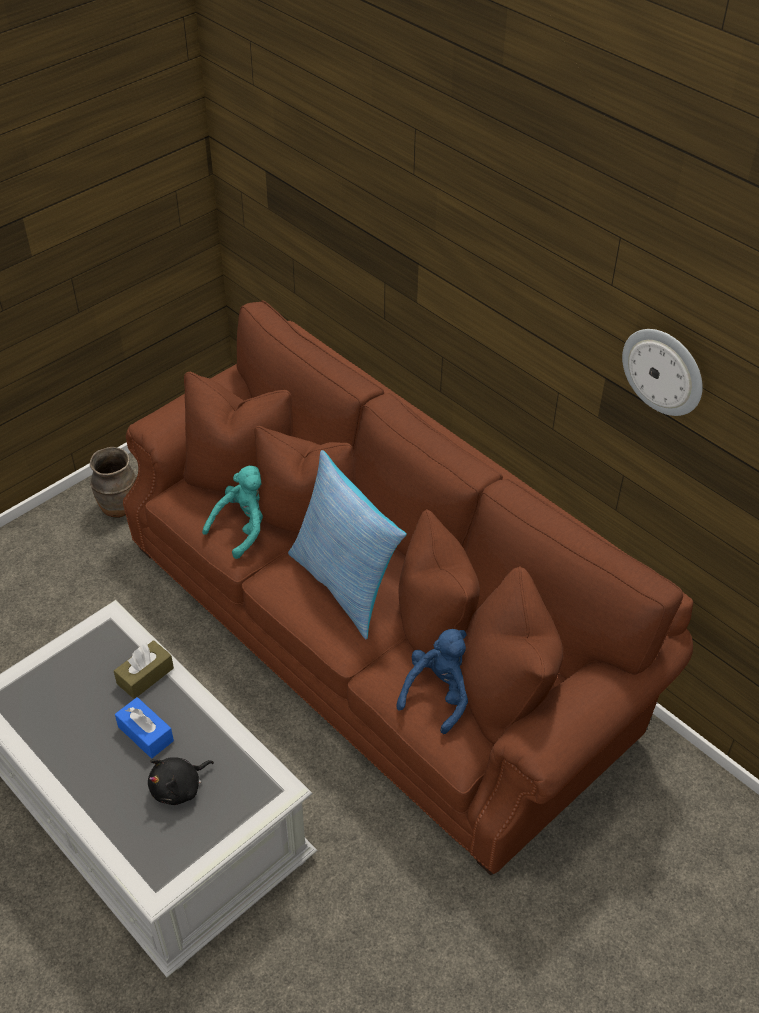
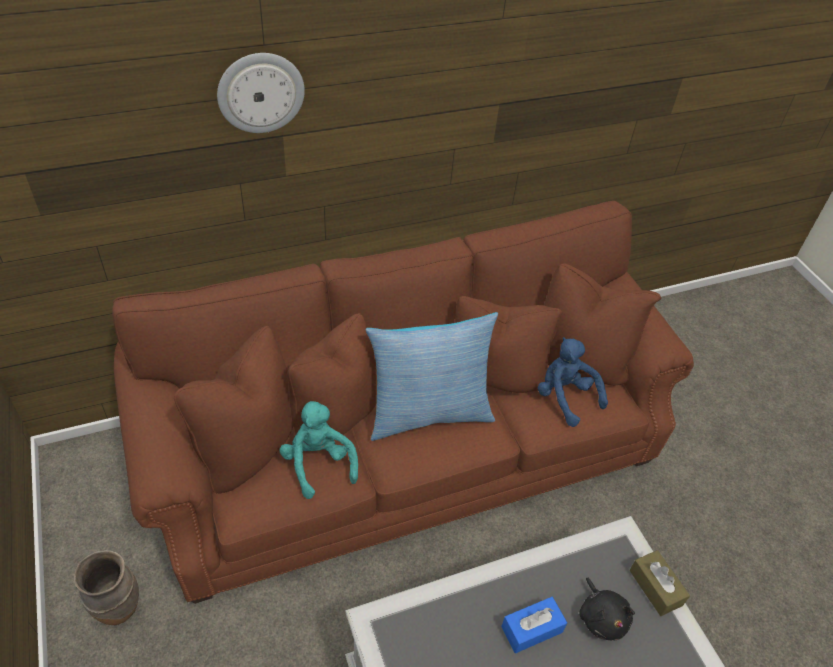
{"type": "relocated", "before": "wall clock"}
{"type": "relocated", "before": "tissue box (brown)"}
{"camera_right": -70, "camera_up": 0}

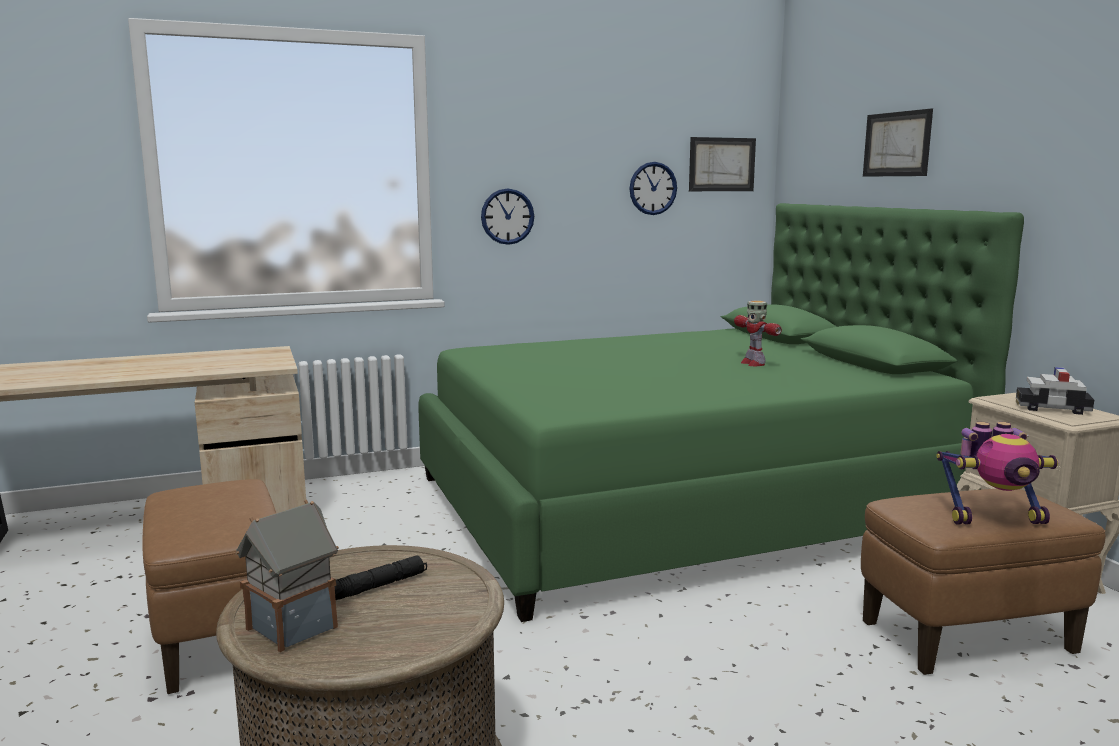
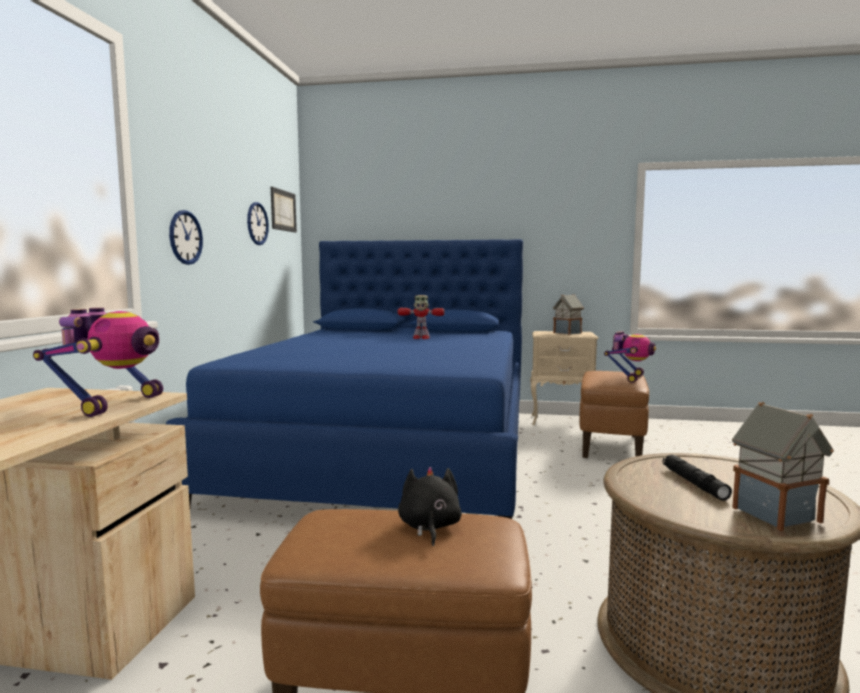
{"type": "missing", "before": "picture (no. 2 from left)"}
{"type": "colour", "before": "bed (green)", "after": "bed (blue)"}
{"type": "exchanged", "before": "toy car", "after": "toy house (no. 1 from left)"}
{"type": "appeared", "after": "toy robot (no. 1 from left)"}
{"type": "appeared", "after": "plush toy (black)"}
{"camera_right": -60, "camera_up": -5}

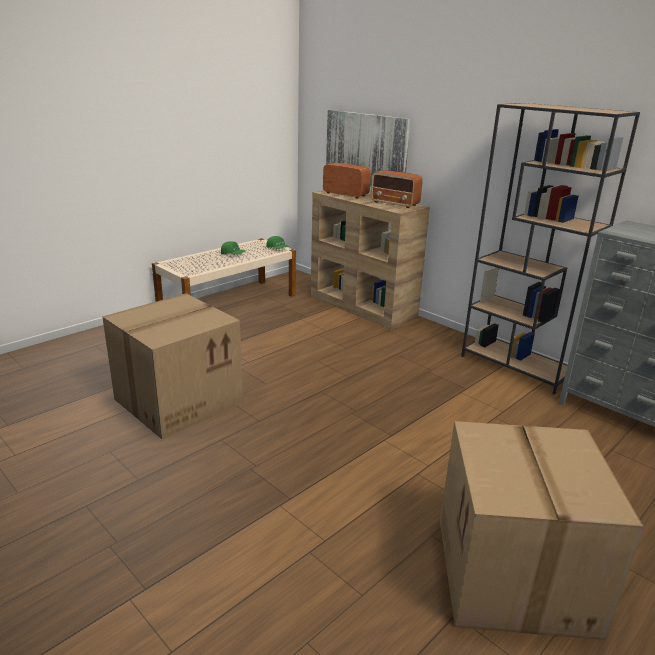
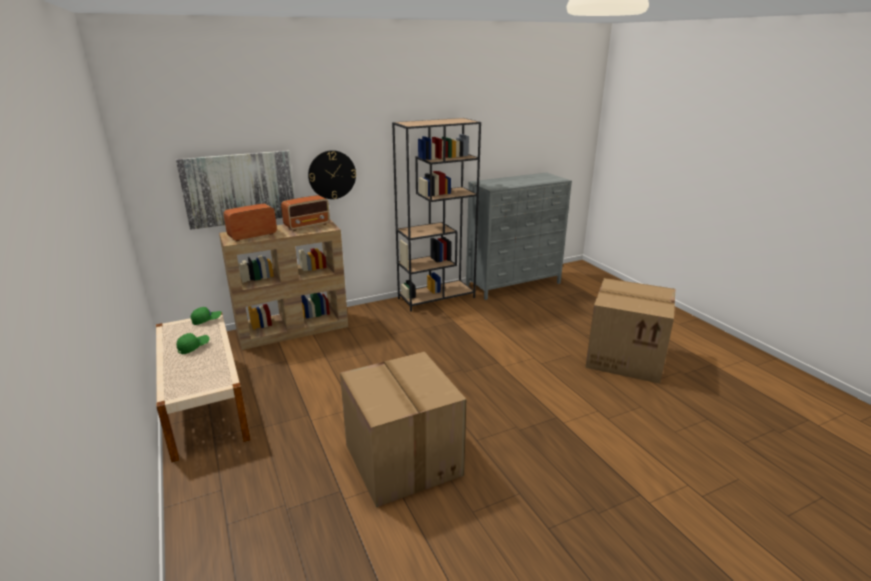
{"type": "appeared", "after": "wall clock"}
{"camera_right": -70, "camera_up": 0}

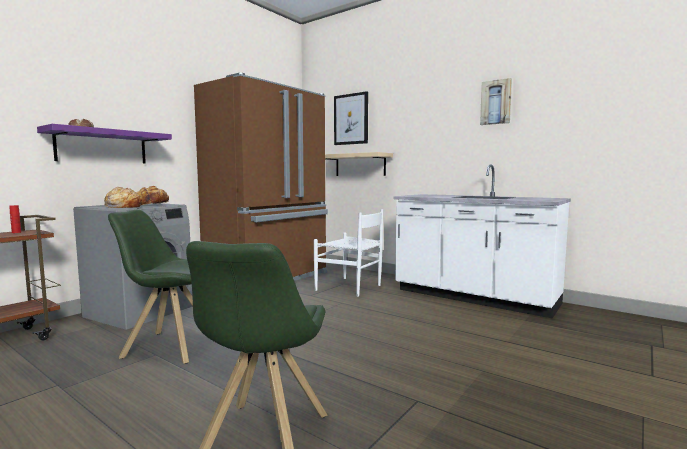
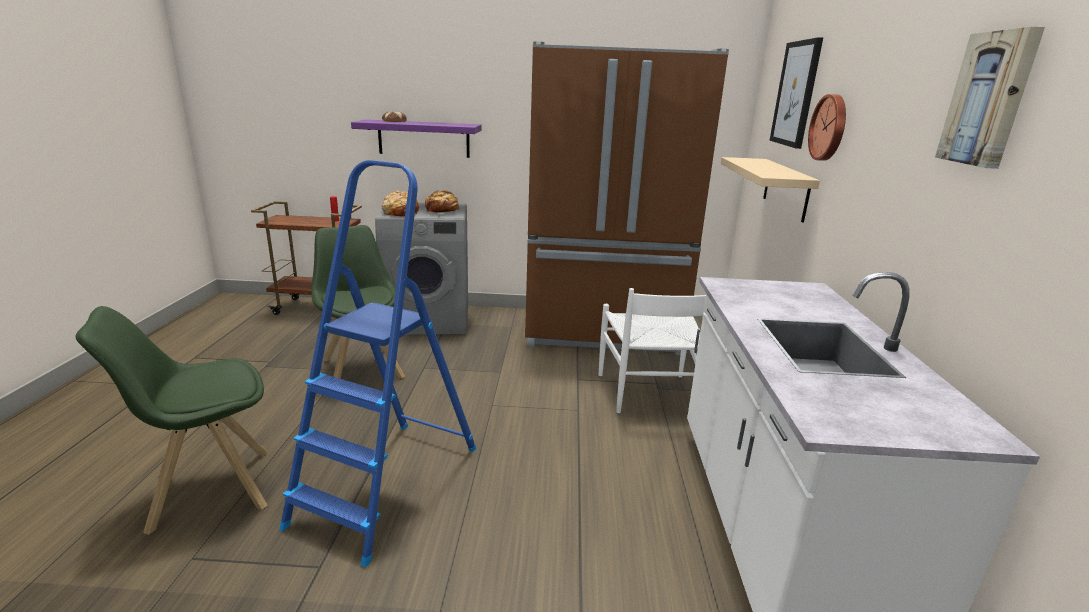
{"type": "appeared", "after": "wall clock"}
{"type": "appeared", "after": "step ladder (blue)"}
{"camera_right": 55, "camera_up": 15}

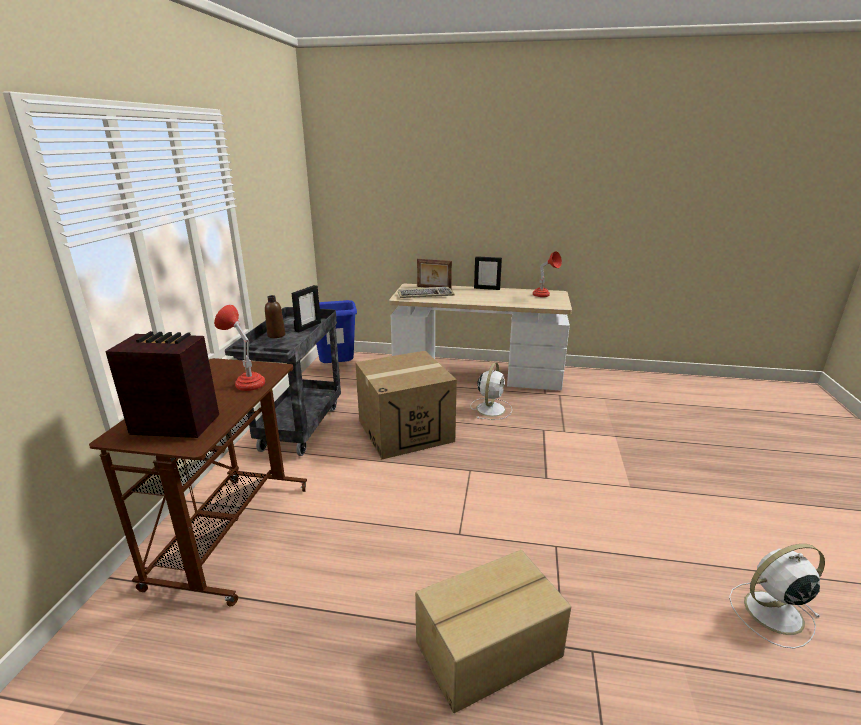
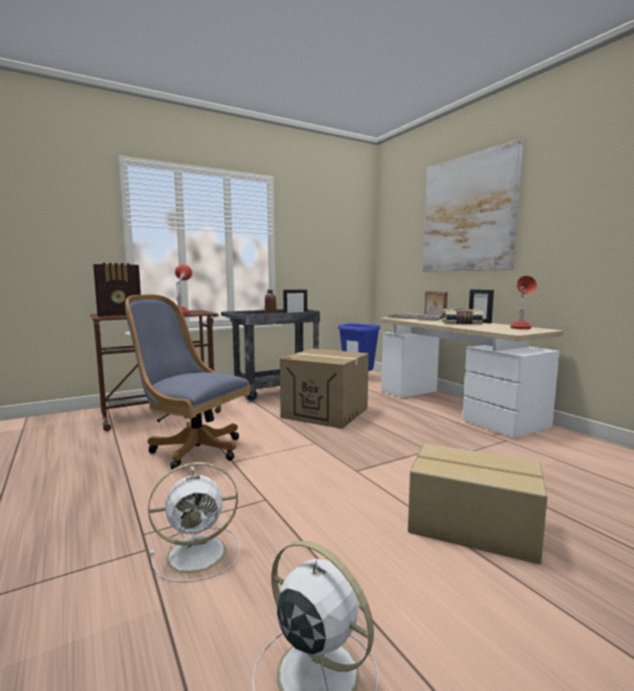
{"type": "spun", "before": "radio", "turn": 105}
{"type": "relocated", "before": "fan (white) (no. 1 from left)"}
{"type": "relocated", "before": "cardboard box (no. 2 from left)"}
{"type": "appeared", "after": "picture"}
{"type": "appeared", "after": "office chair (blue)"}
{"type": "appeared", "after": "book"}
{"camera_right": 50, "camera_up": -15}

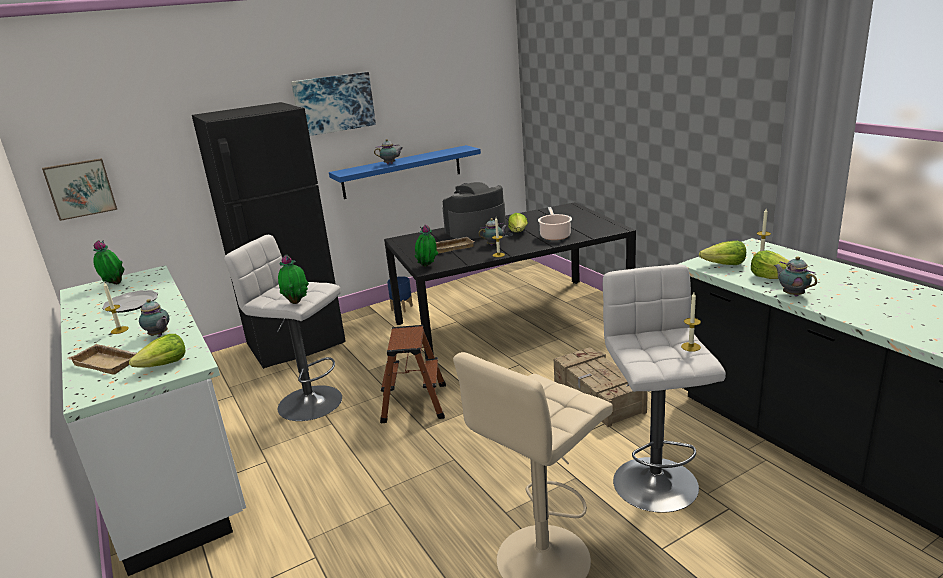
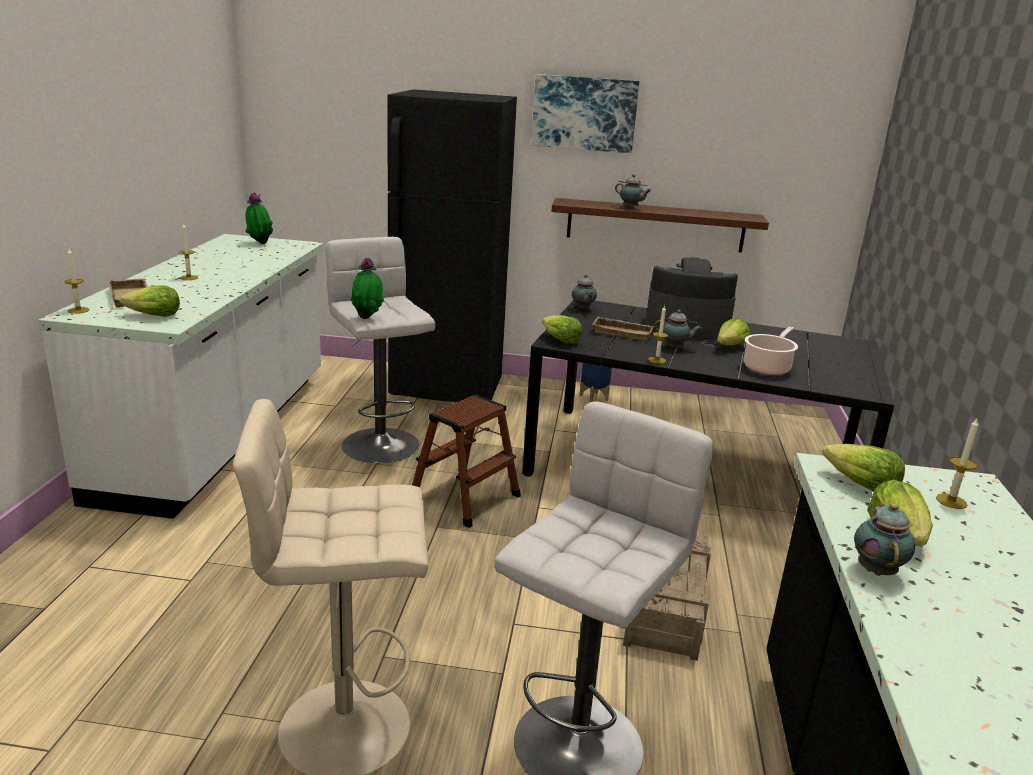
{"type": "colour", "before": "shelf (blue)", "after": "shelf (brown)"}
{"type": "missing", "before": "picture (no. 1 from left)"}
{"type": "exchanged", "before": "potted plant (no. 3 from left)", "after": "lettuce (no. 2 from left)"}
{"type": "missing", "before": "plate"}
{"type": "relocated", "before": "candle (no. 3 from left in the first image)", "after": "candle (no. 1 from left)"}
{"type": "relocated", "before": "teapot (no. 1 from left)"}
{"camera_right": 35, "camera_up": 0}

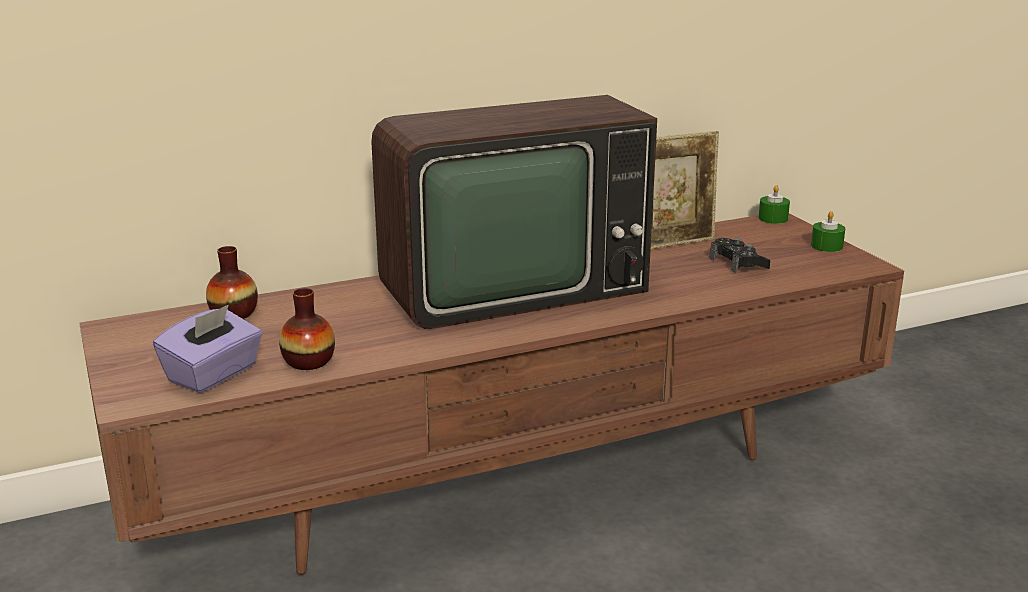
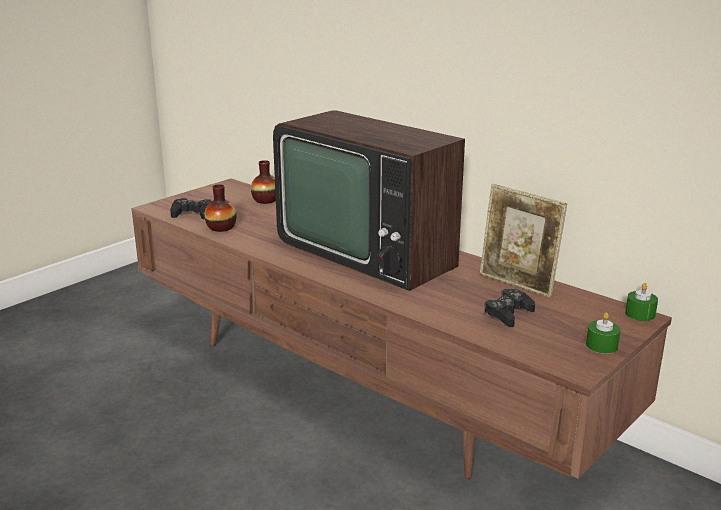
{"type": "exchanged", "before": "tissue box (purple)", "after": "game controller (black) (no. 1 from left)"}
{"camera_right": 65, "camera_up": 0}

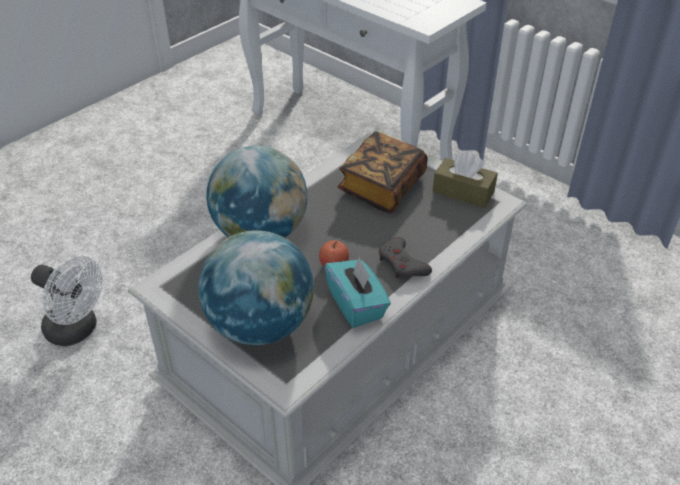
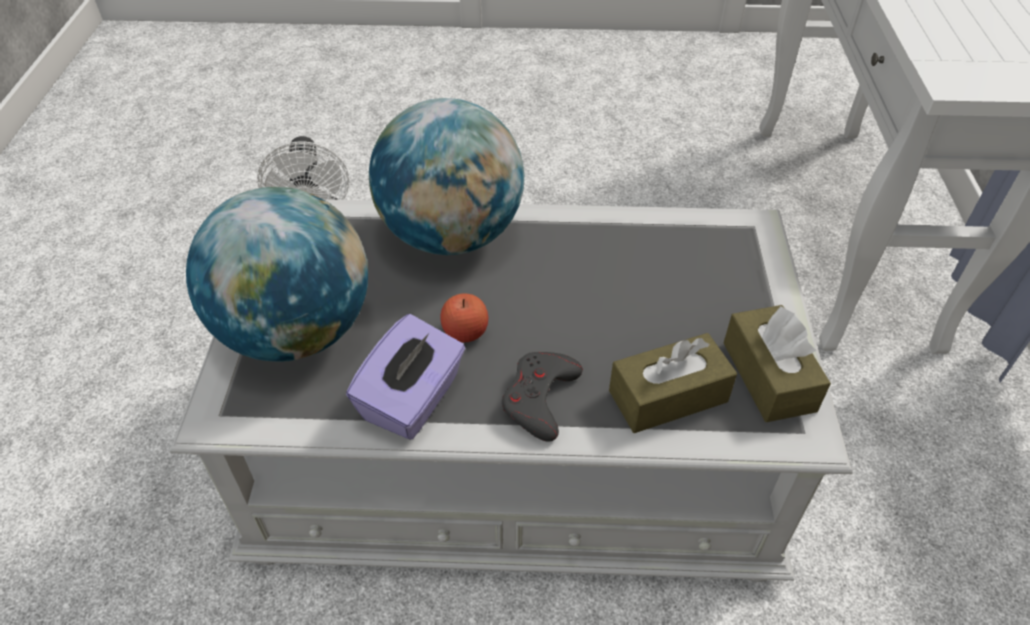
{"type": "missing", "before": "book"}
{"type": "colour", "before": "tissue box (turquoise)", "after": "tissue box (purple)"}
{"type": "appeared", "after": "tissue box (brown) (no. 1 from left)"}
{"camera_right": 50, "camera_up": 5}

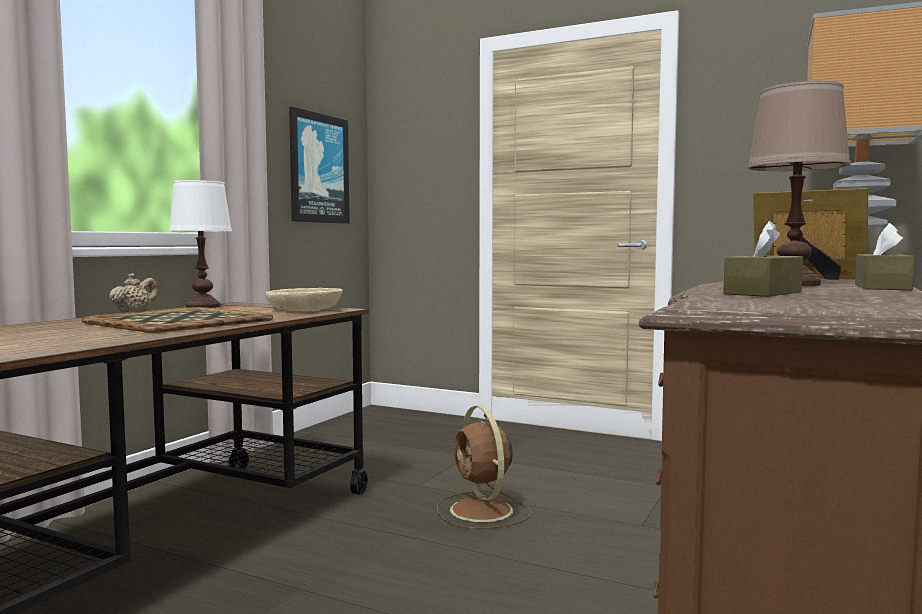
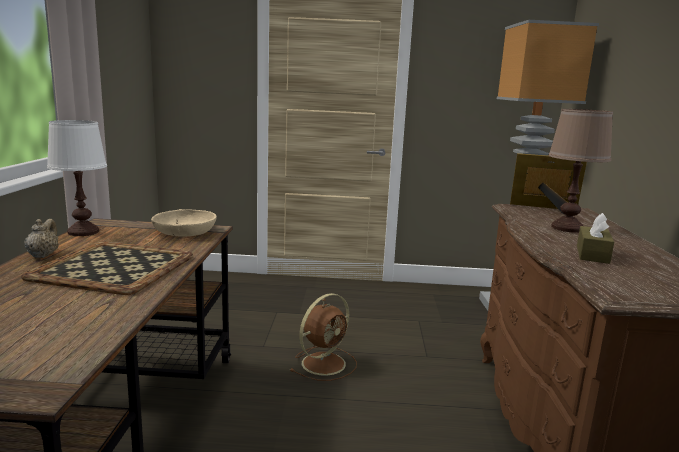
{"type": "missing", "before": "picture"}
{"type": "missing", "before": "tissue box (brown) (no. 2 from left)"}
{"type": "spun", "before": "fan (brown)", "turn": -90}
{"camera_right": -25, "camera_up": 10}

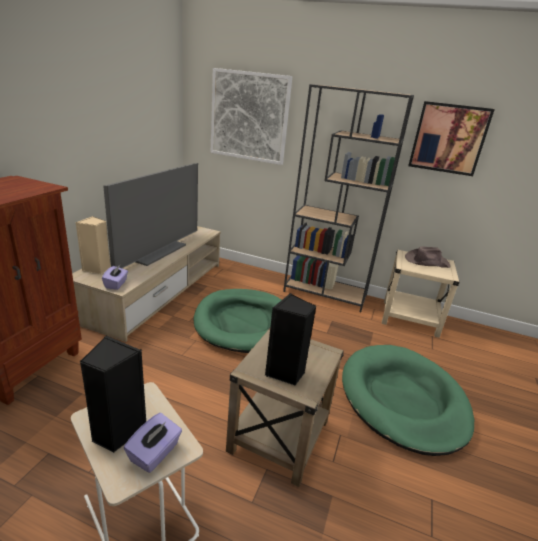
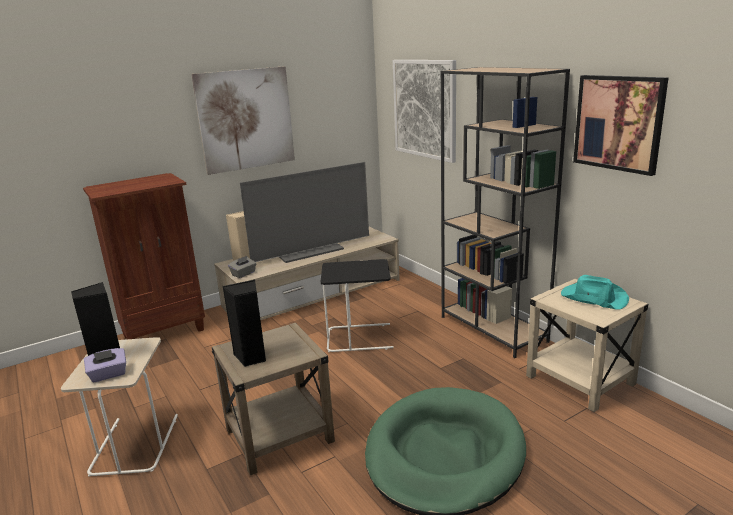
{"type": "colour", "before": "hat (brown)", "after": "hat (turquoise)"}
{"type": "colour", "before": "tissue box (purple) (no. 1 from left)", "after": "tissue box (grey)"}
{"type": "exchanged", "before": "dog bed (green) (no. 1 from left)", "after": "side table (black)"}
{"type": "appeared", "after": "picture (no. 1 from left)"}
{"camera_right": 40, "camera_up": -5}

